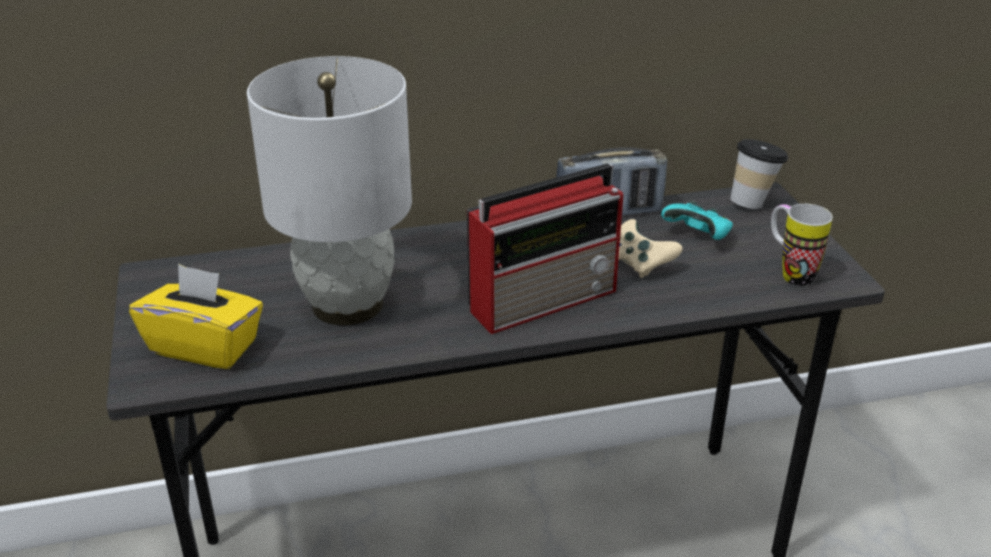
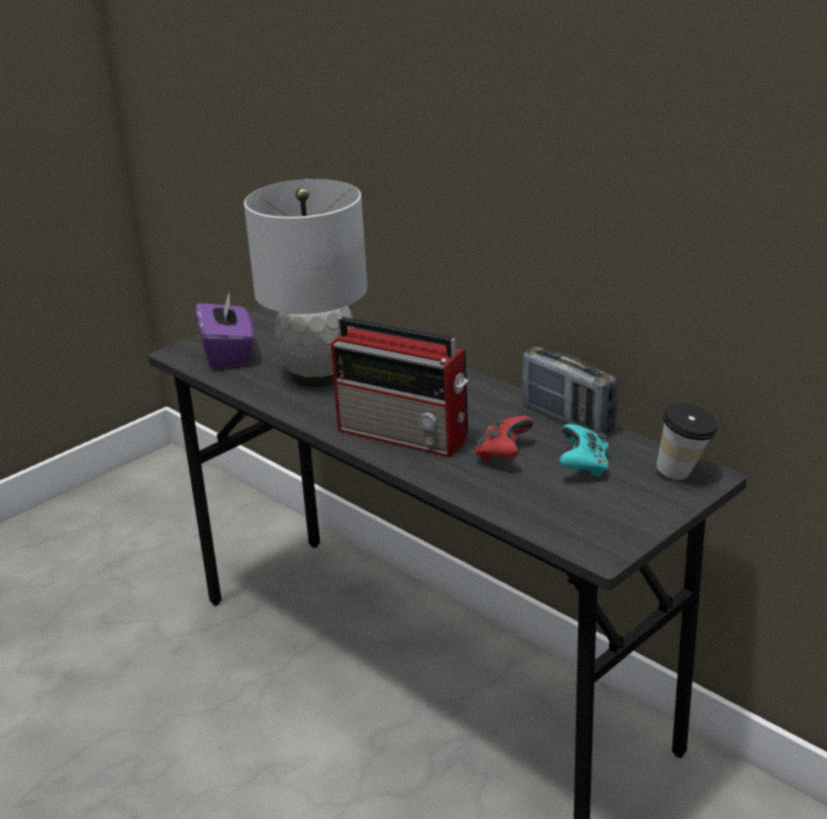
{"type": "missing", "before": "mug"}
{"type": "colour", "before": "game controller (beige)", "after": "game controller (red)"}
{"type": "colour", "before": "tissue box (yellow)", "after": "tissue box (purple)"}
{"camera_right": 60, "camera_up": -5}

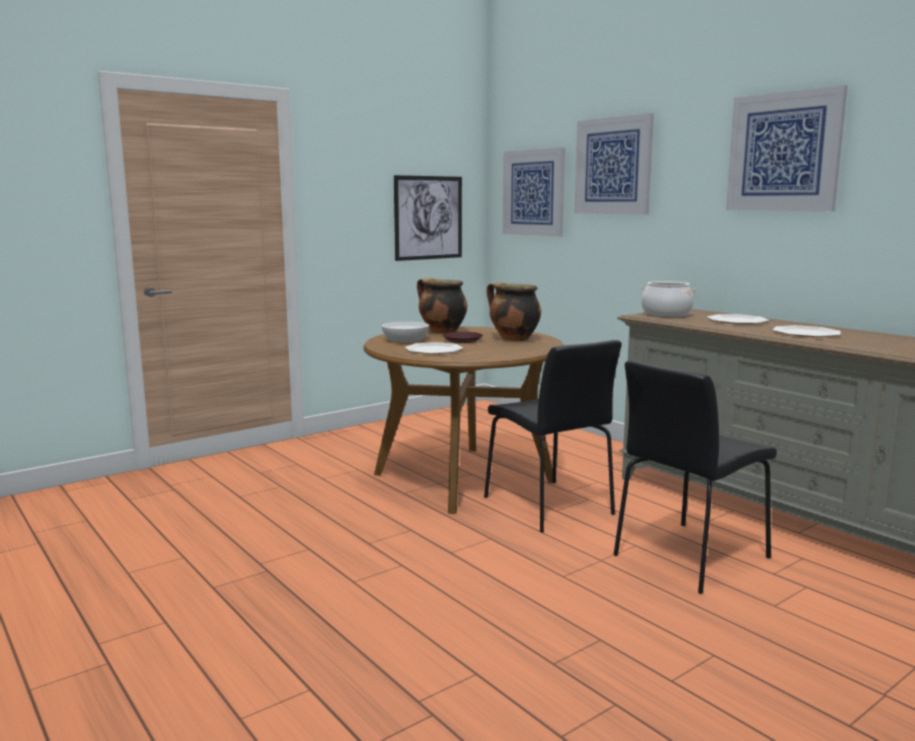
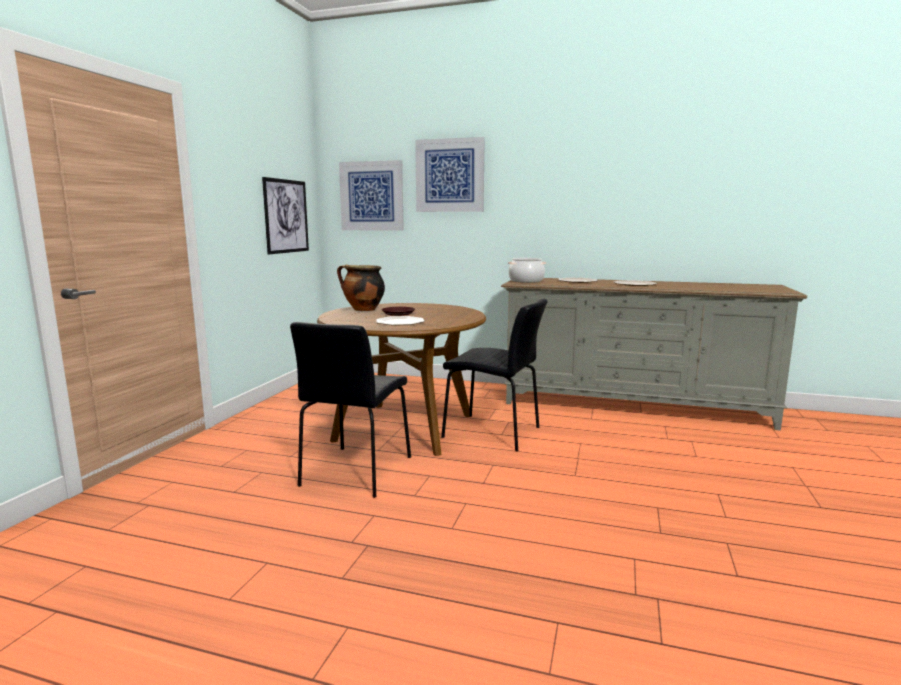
{"type": "missing", "before": "picture (no. 4 from left)"}
{"type": "missing", "before": "cooking pot (no. 2 from left)"}
{"type": "missing", "before": "bowl (white)"}
{"type": "relocated", "before": "chair (black) (no. 2 from left in the first image)", "after": "chair (black) (no. 1 from left)"}
{"camera_right": -35, "camera_up": 0}

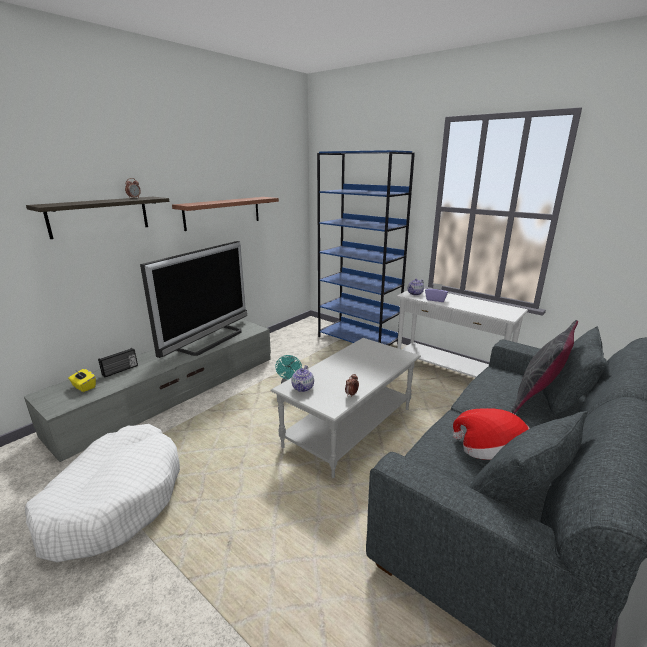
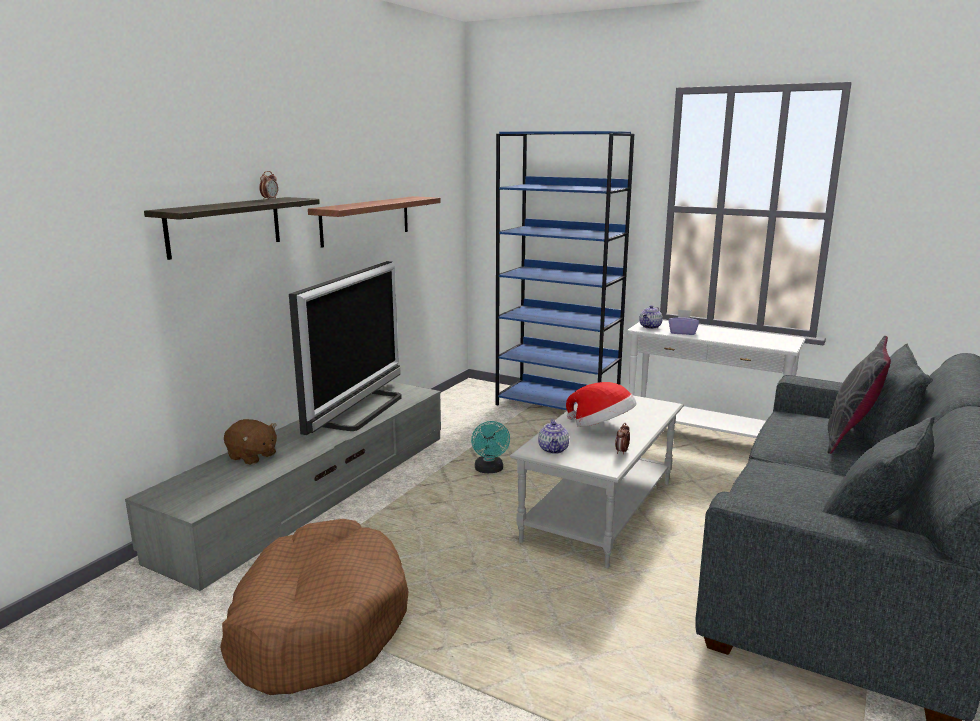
{"type": "exchanged", "before": "radio", "after": "plush toy (brown)"}
{"type": "missing", "before": "tissue box (yellow)"}
{"type": "relocated", "before": "hat"}
{"type": "colour", "before": "dog bed (white)", "after": "dog bed (brown)"}
{"camera_right": -10, "camera_up": -5}

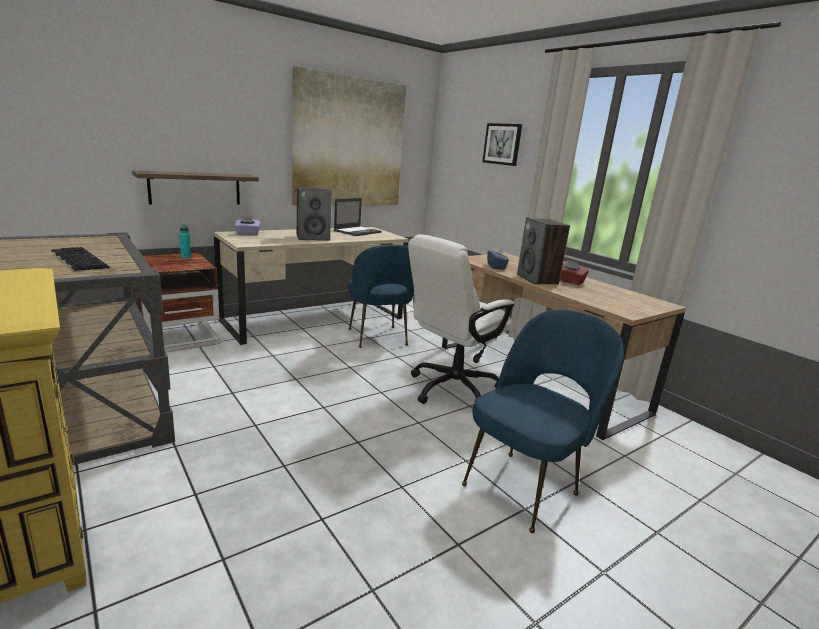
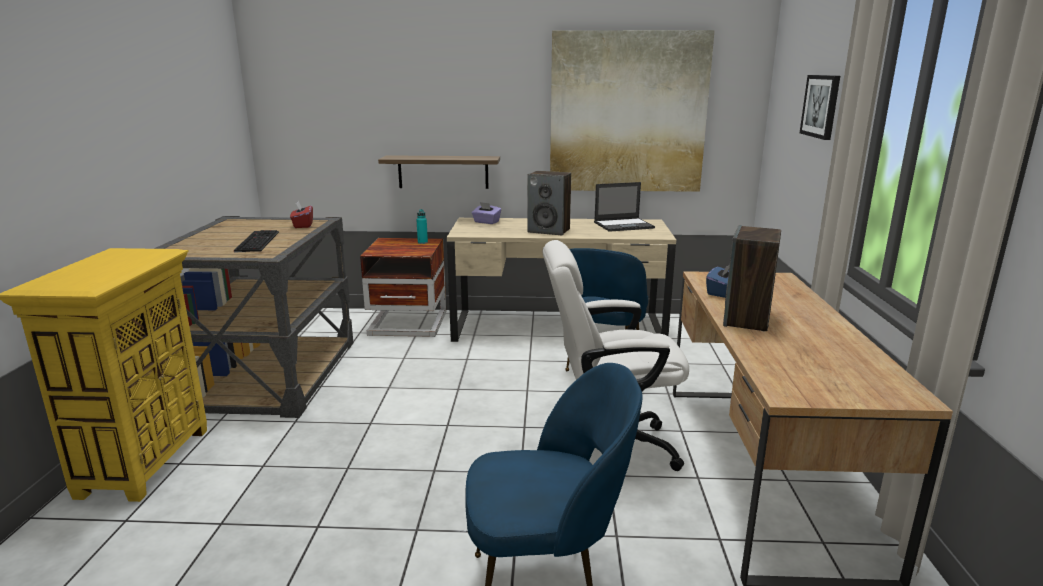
{"type": "relocated", "before": "tissue box (red)"}
{"camera_right": 40, "camera_up": 0}

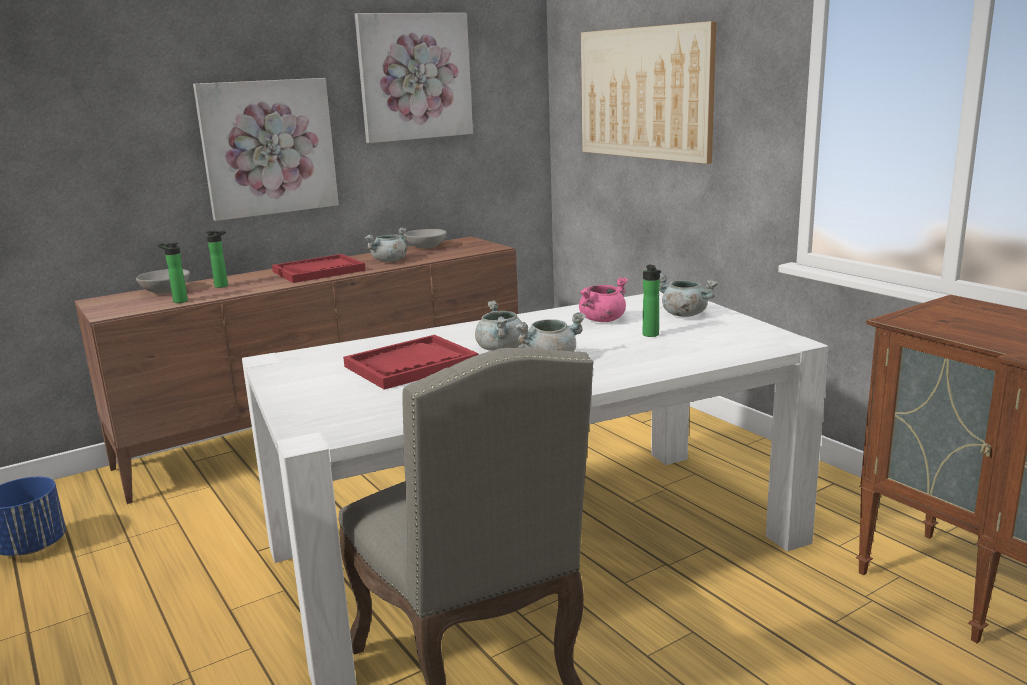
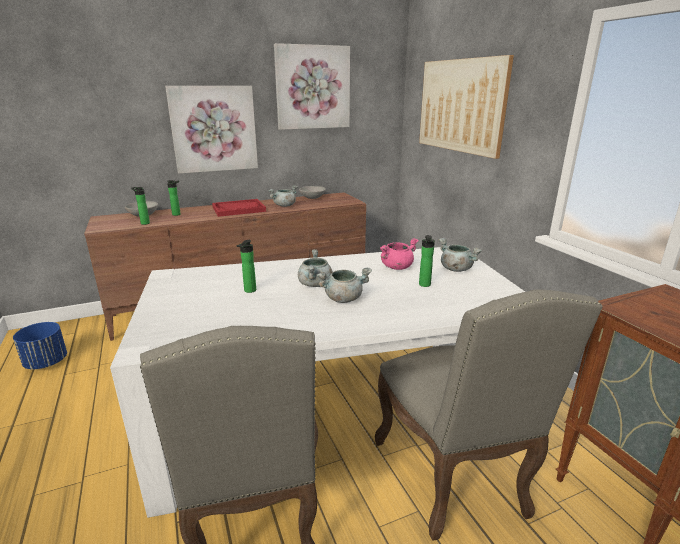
{"type": "exchanged", "before": "tray (red) (no. 2 from left)", "after": "bottle (no. 3 from left)"}
{"type": "appeared", "after": "chair (grey) (no. 2 from left)"}
{"camera_right": 10, "camera_up": 5}

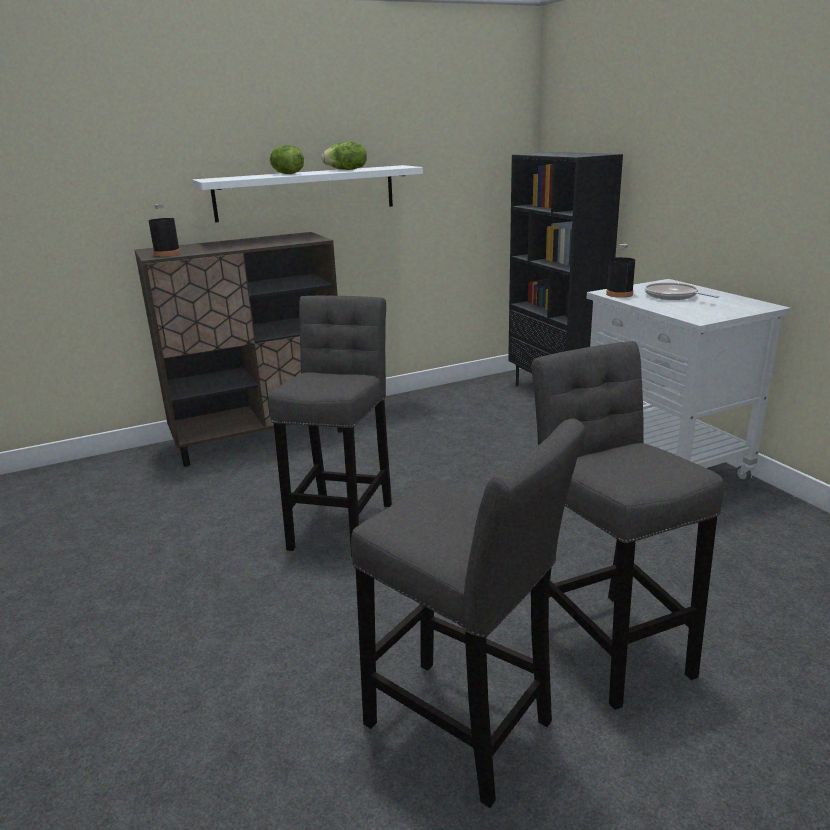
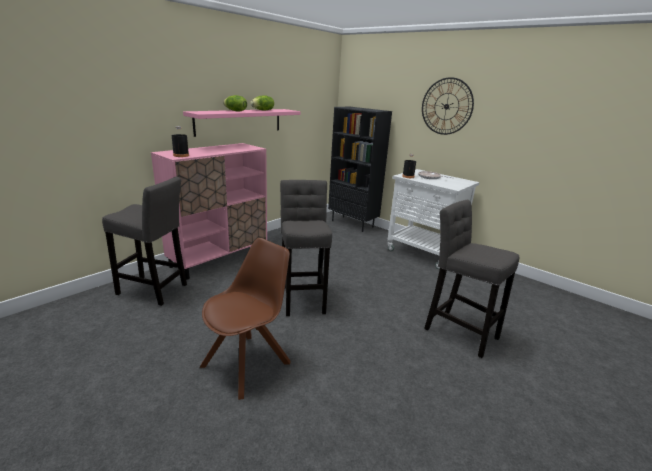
{"type": "colour", "before": "shelf (white)", "after": "shelf (pink)"}
{"type": "colour", "before": "cabinet (brown)", "after": "cabinet (pink)"}
{"type": "relocated", "before": "stool (grey) (no. 2 from left in the first image)", "after": "stool (grey) (no. 1 from left)"}
{"type": "appeared", "after": "wall clock"}
{"type": "appeared", "after": "chair (brown)"}
{"camera_right": -25, "camera_up": 0}

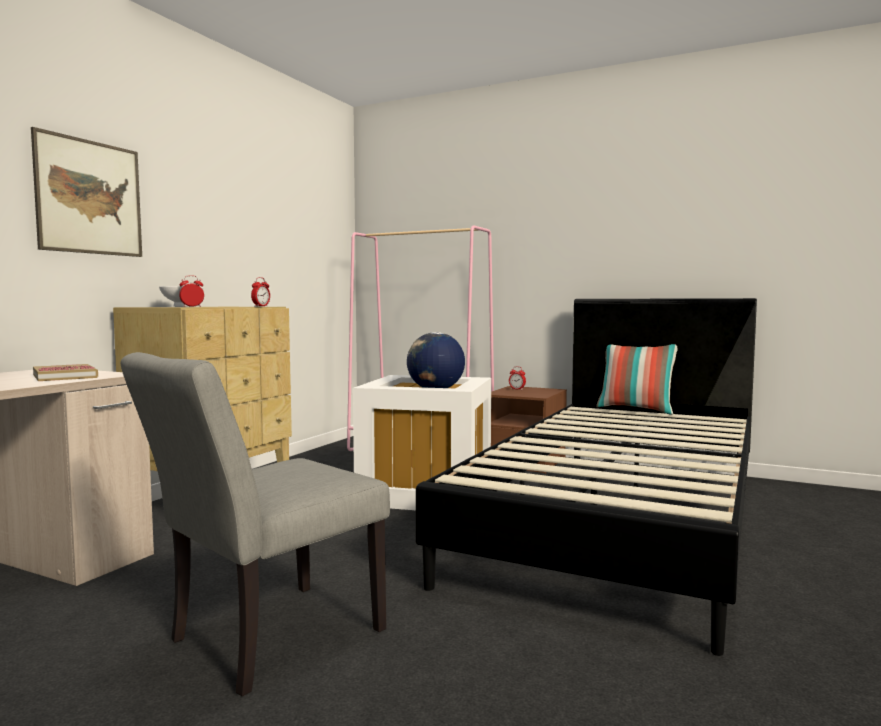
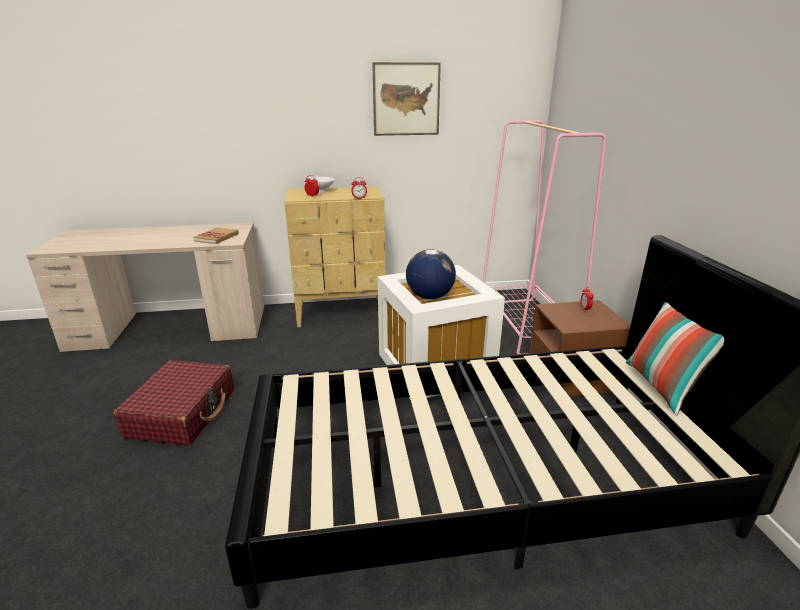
{"type": "relocated", "before": "picture"}
{"type": "exchanged", "before": "chair (grey)", "after": "suitcase (red)"}
{"camera_right": 55, "camera_up": 20}

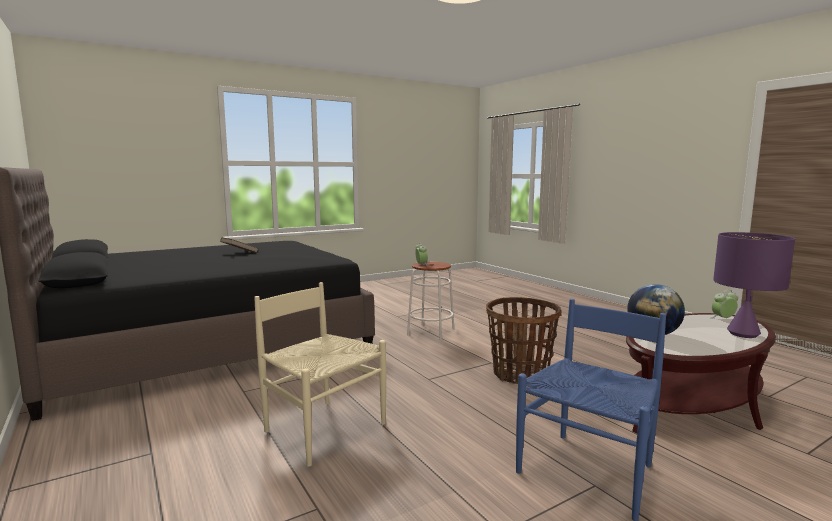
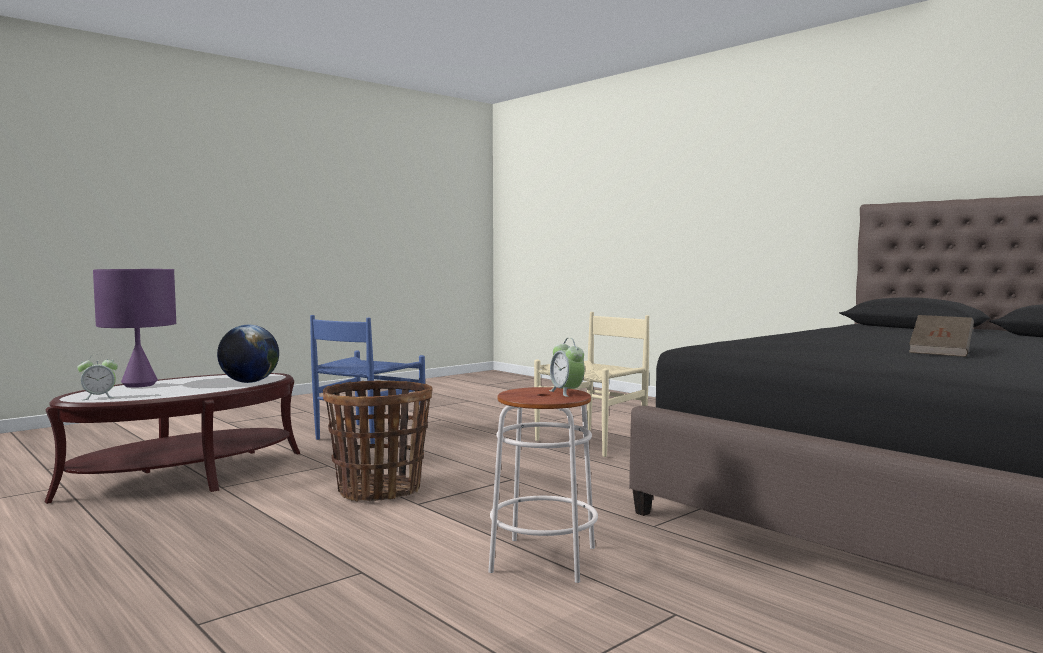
{"type": "spun", "before": "chair (beige)", "turn": -75}
{"camera_right": 170, "camera_up": -5}

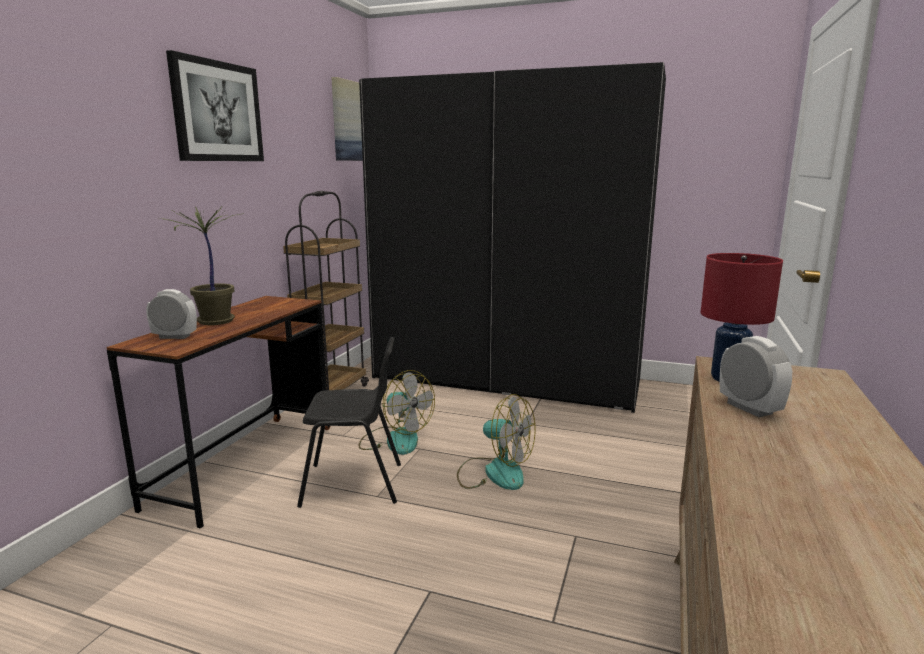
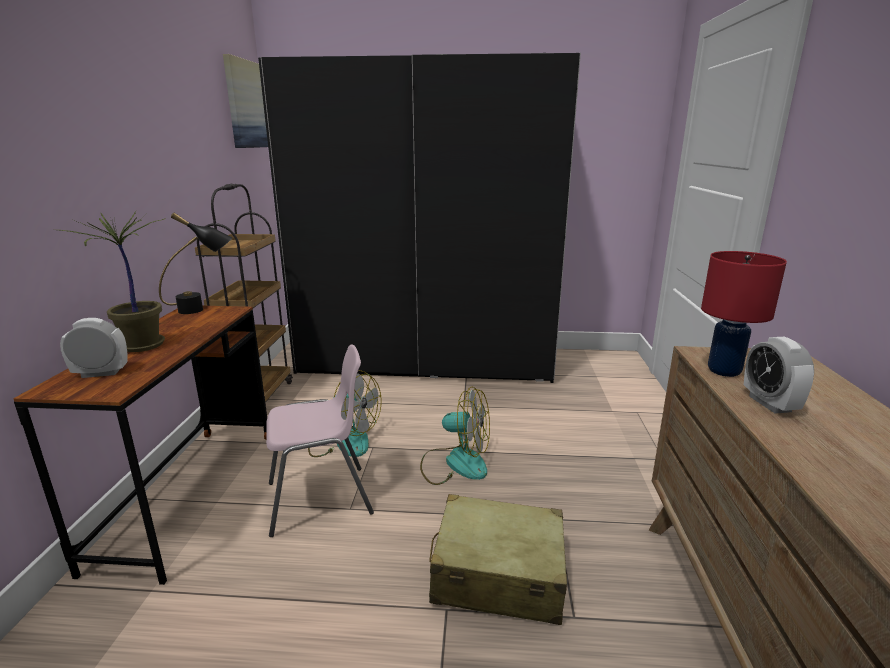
{"type": "missing", "before": "picture (no. 1 from left)"}
{"type": "spun", "before": "alarm clock (no. 2 from left)", "turn": -150}
{"type": "colour", "before": "chair (black)", "after": "chair (pink)"}
{"type": "appeared", "after": "table lamp (black)"}
{"type": "appeared", "after": "suitcase (beige)"}
{"camera_right": -15, "camera_up": 5}

